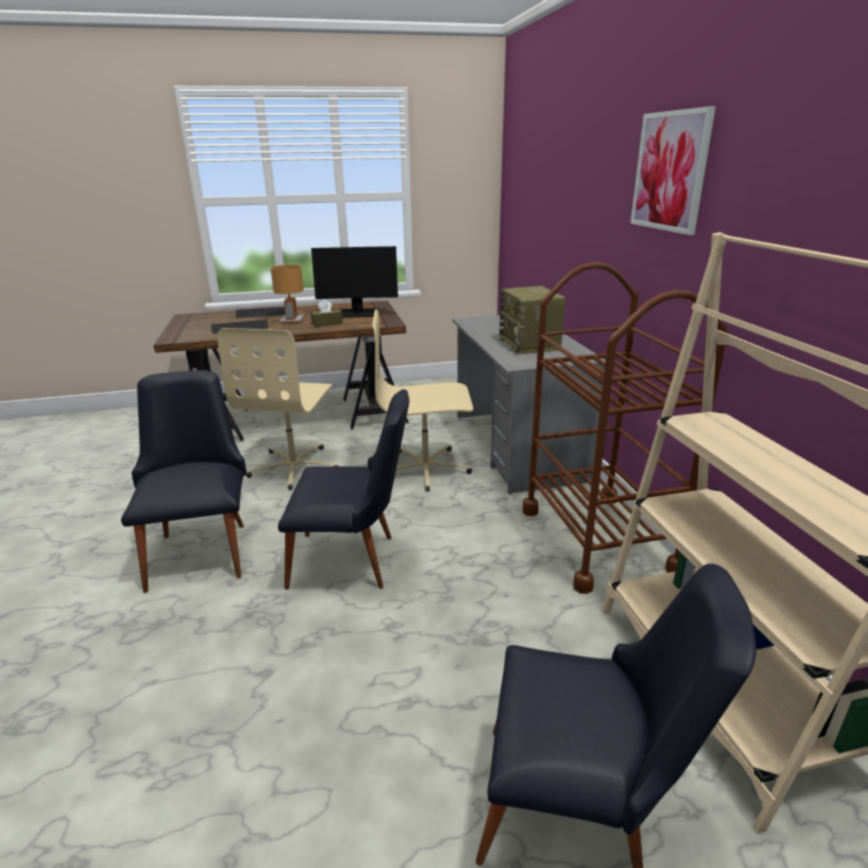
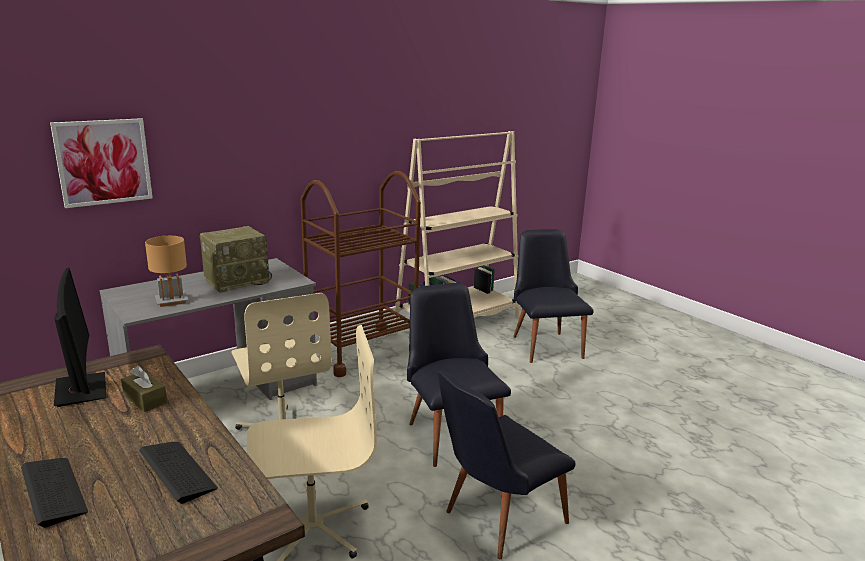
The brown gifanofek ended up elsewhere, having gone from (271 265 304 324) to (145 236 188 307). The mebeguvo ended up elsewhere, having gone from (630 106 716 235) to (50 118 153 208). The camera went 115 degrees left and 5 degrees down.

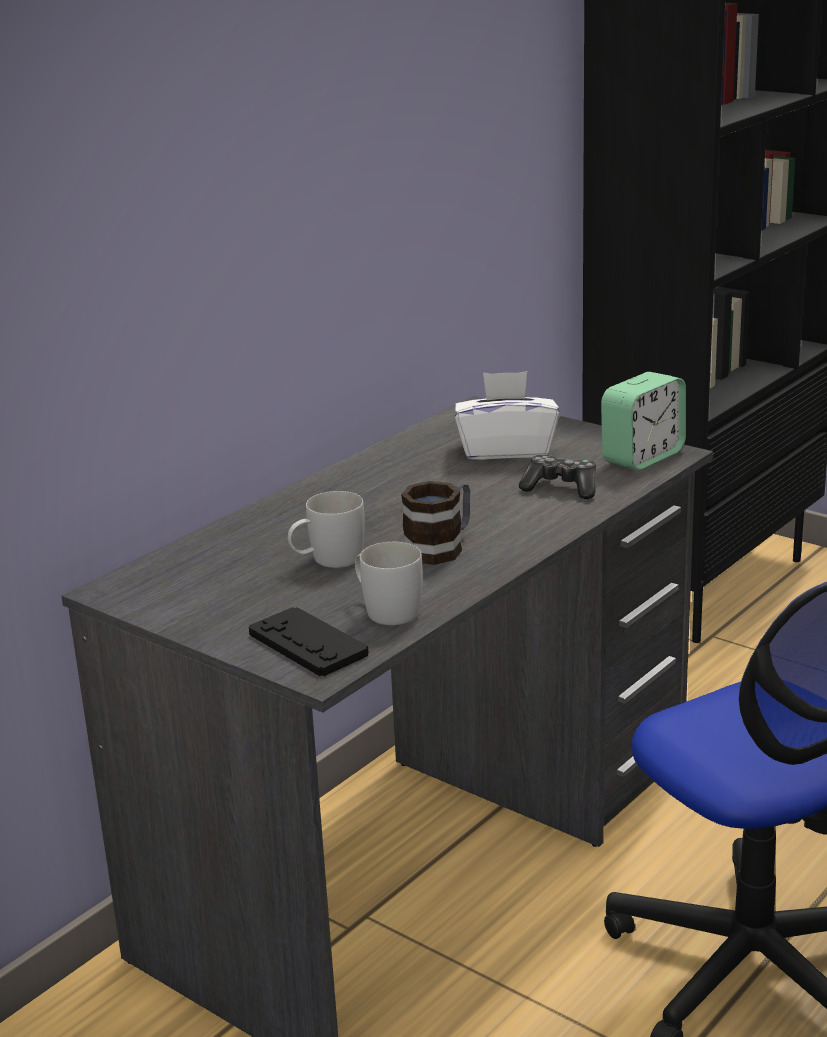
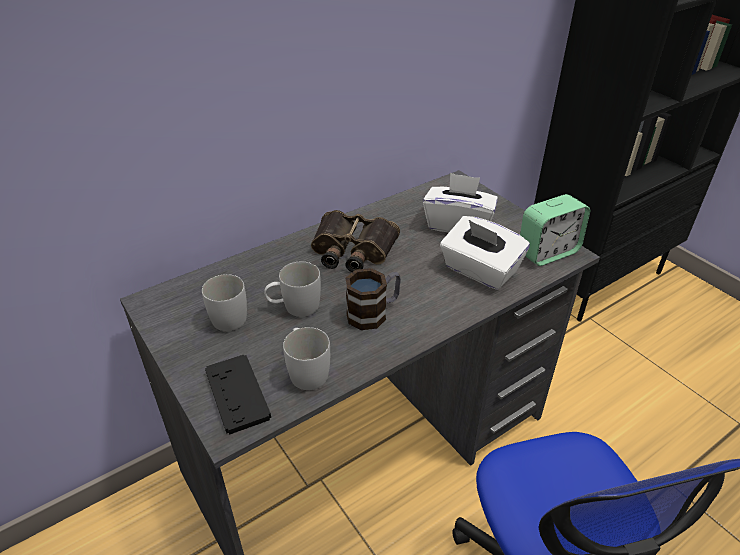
The second view gained the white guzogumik at (202 274 247 331). The second view gained the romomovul at (311 210 400 272). Where the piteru stood at (519 454 596 499), the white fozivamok came to stand at (440 216 530 290). The camera went 15 degrees right and 15 degrees up.

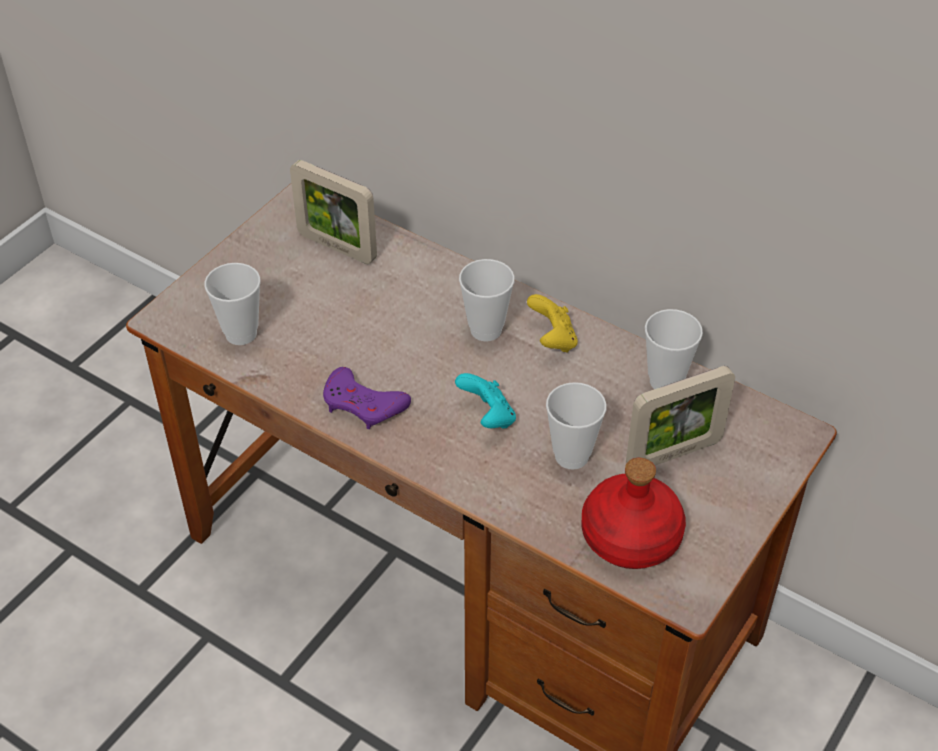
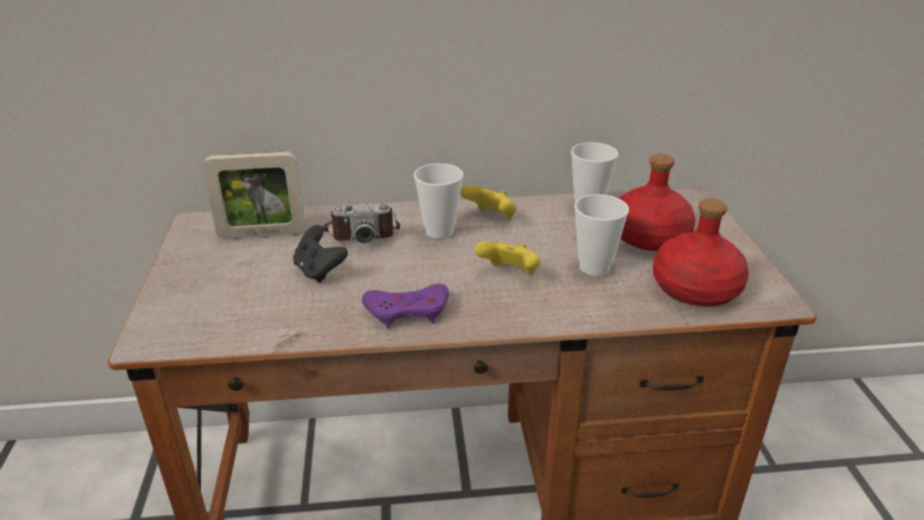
The second view lost the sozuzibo at (204 263 261 345). The second view gained the black piteru at (293 225 348 283). The second view gained the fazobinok at (323 202 400 244). Where the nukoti stood at (626 366 735 466), the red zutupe came to stand at (619 154 696 251). What was the turquoise piteru at (455 373 516 429) turned into the yellow piteru at (475 242 541 274). The camera went 40 degrees left and 15 degrees down.

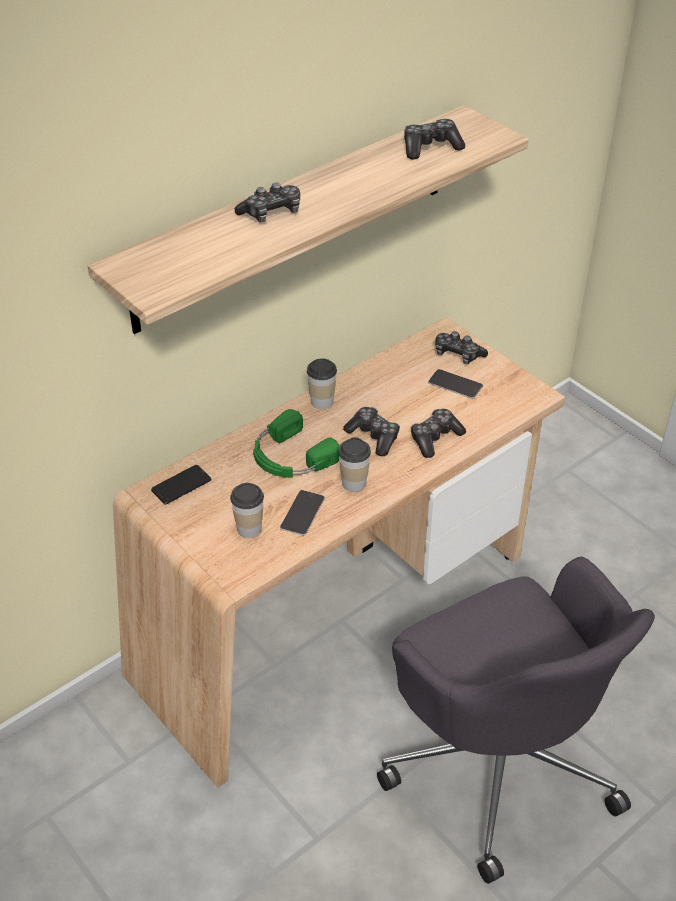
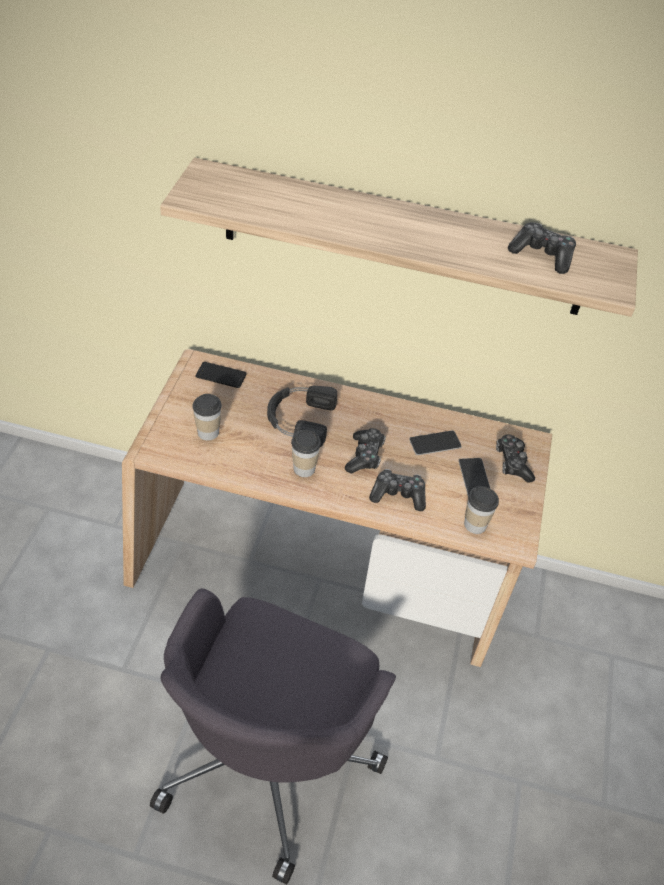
The second view lost the piteru at (235 182 300 222). The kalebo ended up elsewhere, having gone from (280 490 325 536) to (409 430 462 455). The sozuzibo ended up elsewhere, having gone from (307 358 337 409) to (464 486 499 534). What was the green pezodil at (253 409 340 478) turned into the black pezodil at (267 386 337 447). The camera went 50 degrees right and 5 degrees up.

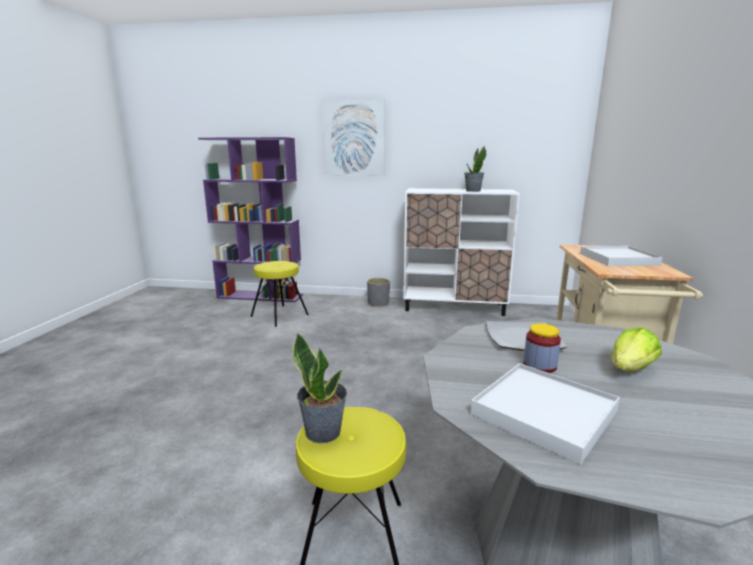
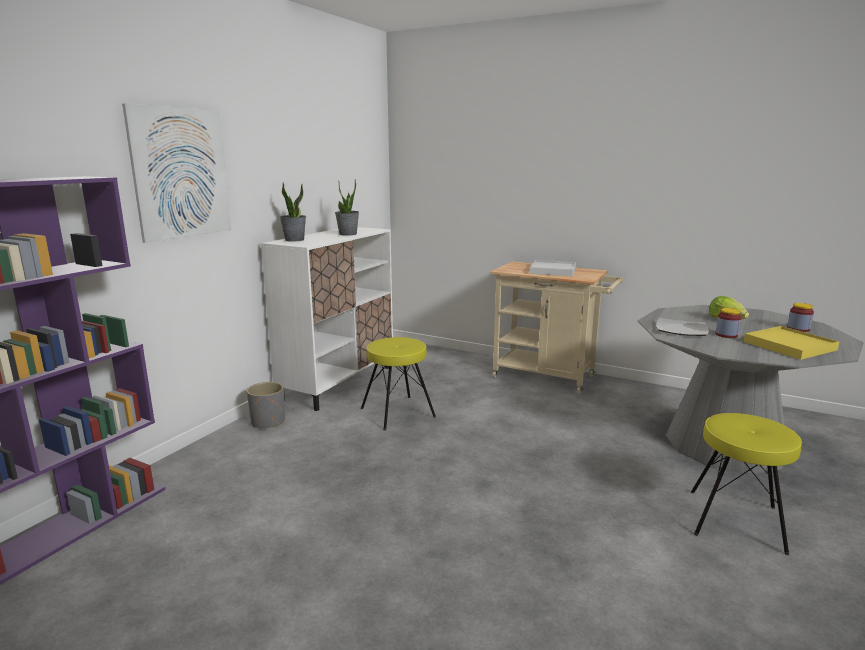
The second view gained the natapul at (787 303 814 332). The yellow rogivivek ended up elsewhere, having gone from (250 261 309 327) to (361 337 436 431). The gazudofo ended up elsewhere, having gone from (293 332 347 443) to (280 182 306 242). What was the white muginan at (470 363 620 465) turned into the yellow muginan at (744 326 839 360). The camera went 70 degrees left and 0 degrees up.

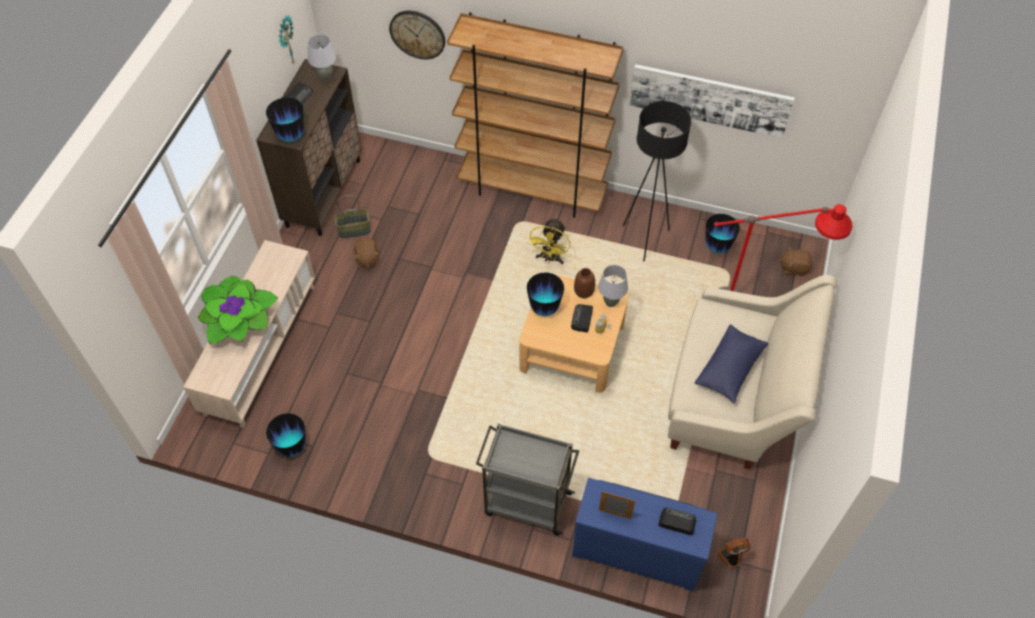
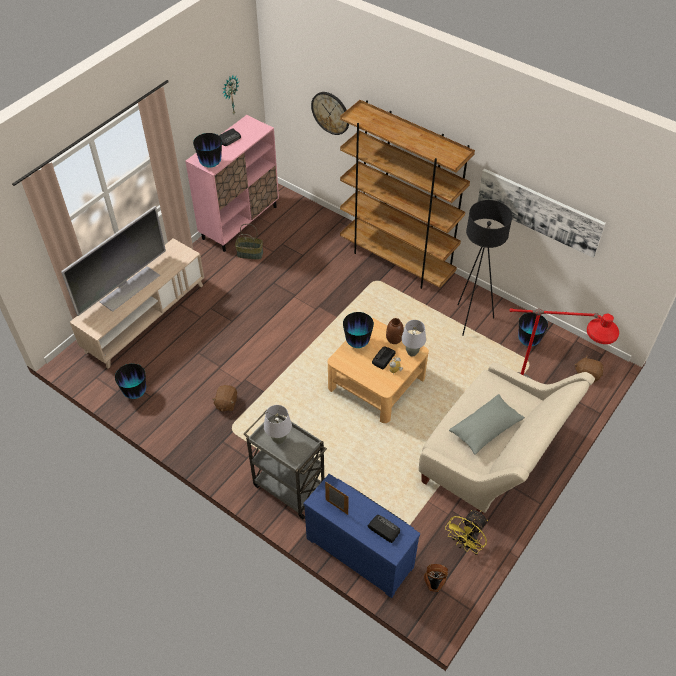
The grey gifanofek ended up elsewhere, having gone from (307 34 336 81) to (264 405 292 444). The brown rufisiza ended up elsewhere, having gone from (354 238 379 268) to (212 385 237 412). The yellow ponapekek ended up elsewhere, having gone from (527 218 570 264) to (445 510 488 555). Where the gazudofo stood at (198 276 278 344), the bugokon came to stand at (61 206 166 316). What was the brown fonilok at (256 59 362 236) turned into the pink fonilok at (185 115 279 252). What was the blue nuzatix at (695 324 769 403) turned into the grey nuzatix at (449 394 525 455). The camera went 20 degrees right and 5 degrees down.

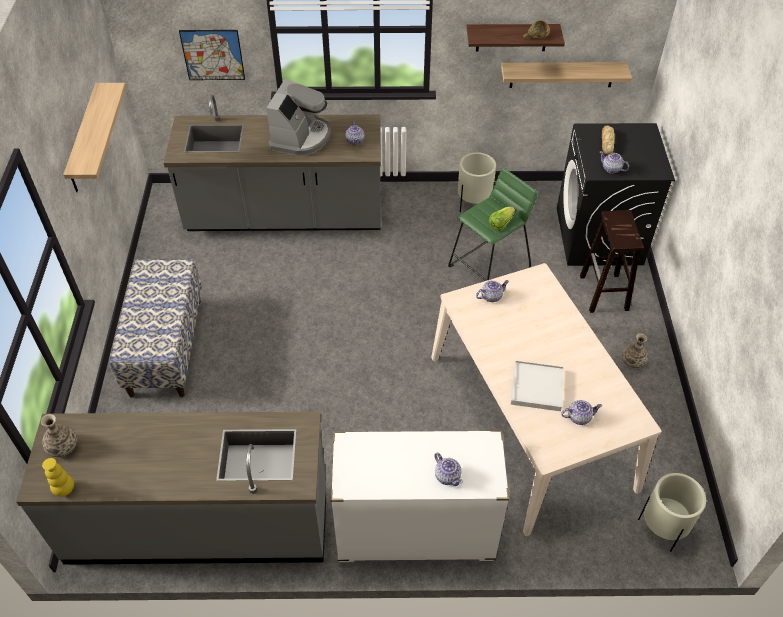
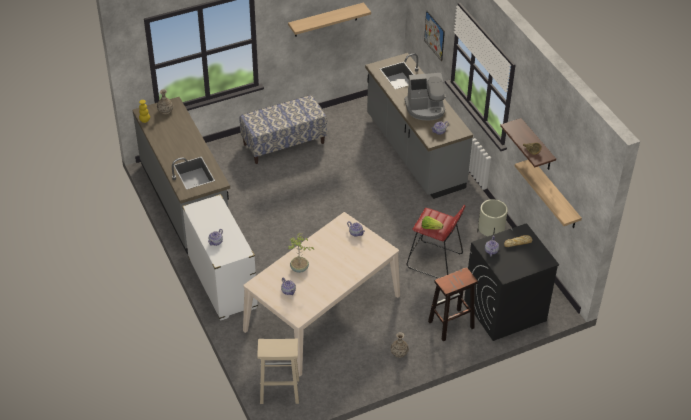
Where the white muginan stood at (511 360 564 411), the gazudofo came to stand at (288 233 314 273). Where the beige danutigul stood at (638 473 706 552), the beige rogivivek came to stand at (257 339 299 404). What was the green rogivivek at (448 168 538 281) turned into the red rogivivek at (407 205 465 278). The camera went 65 degrees right and 5 degrees down.

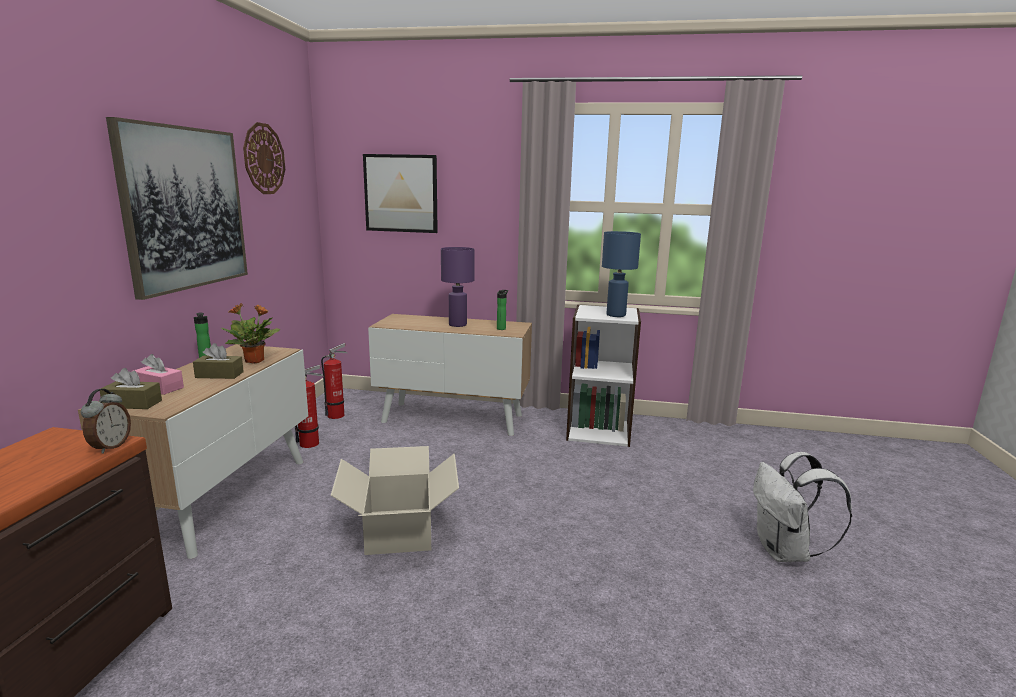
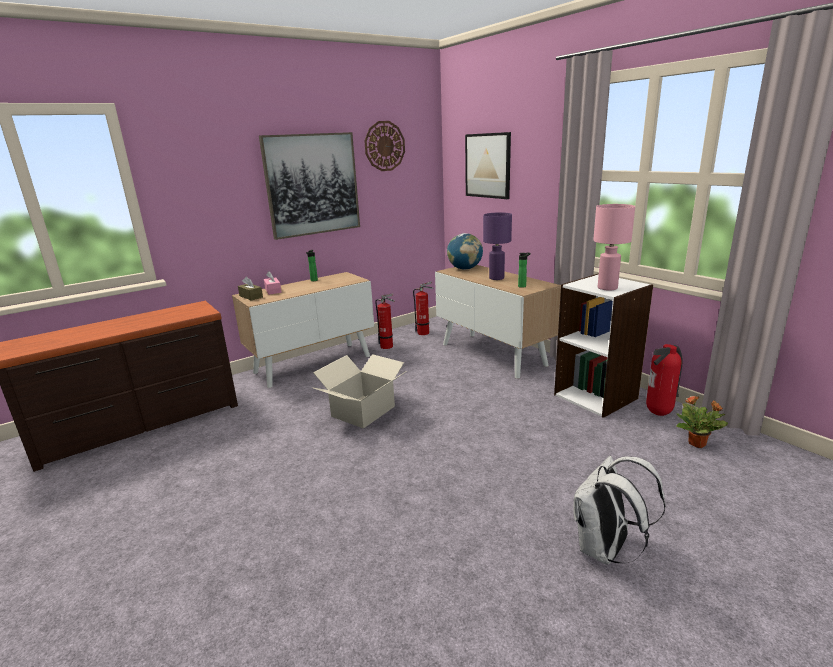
The second view lost the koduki at (81 389 131 454). The second view lost the brown fozivamok at (193 343 244 379). The second view gained the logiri at (447 233 483 270). The second view gained the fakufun at (646 344 683 416). The gazudofo ended up elsewhere, having gone from (221 303 281 364) to (676 396 728 448). What was the blue gifanofek at (602 231 641 317) turned into the pink gifanofek at (593 204 635 291). The camera went 45 degrees right and 5 degrees up.

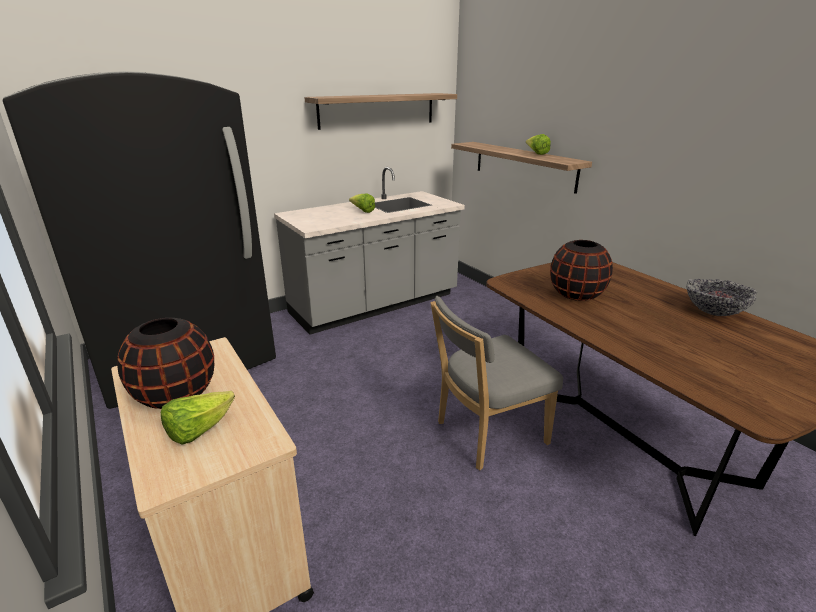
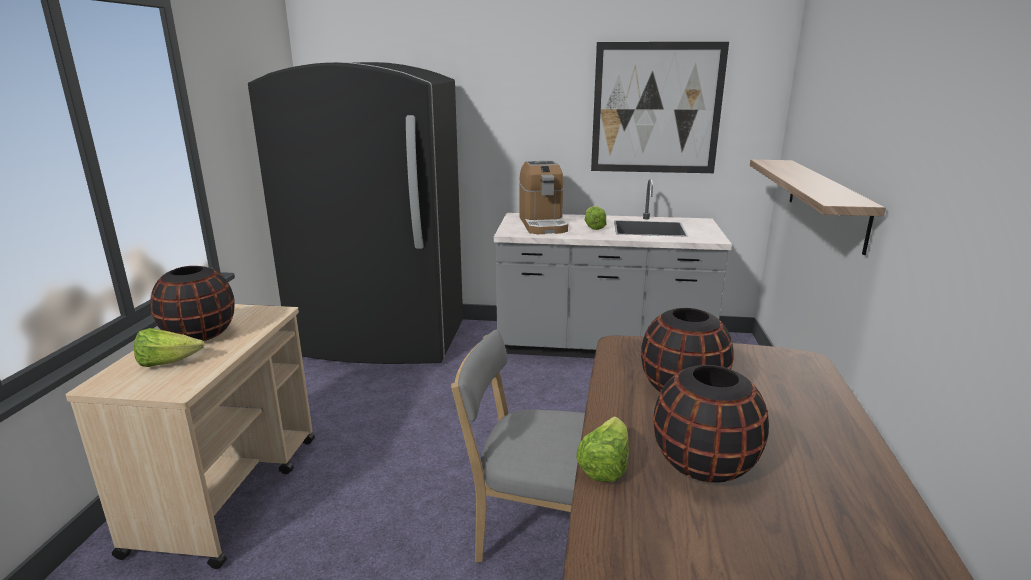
The second view lost the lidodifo at (687 279 757 316). The second view gained the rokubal at (519 161 568 234). The second view gained the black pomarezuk at (653 365 769 483). The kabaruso ended up elsewhere, having gone from (526 134 551 155) to (576 417 629 482). Where the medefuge hung at (304 93 457 130), the mebeguvo came to hang at (591 42 729 173). The camera went 40 degrees right and 5 degrees down.

